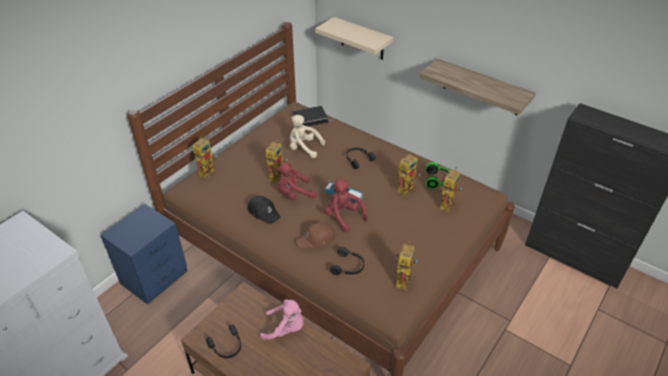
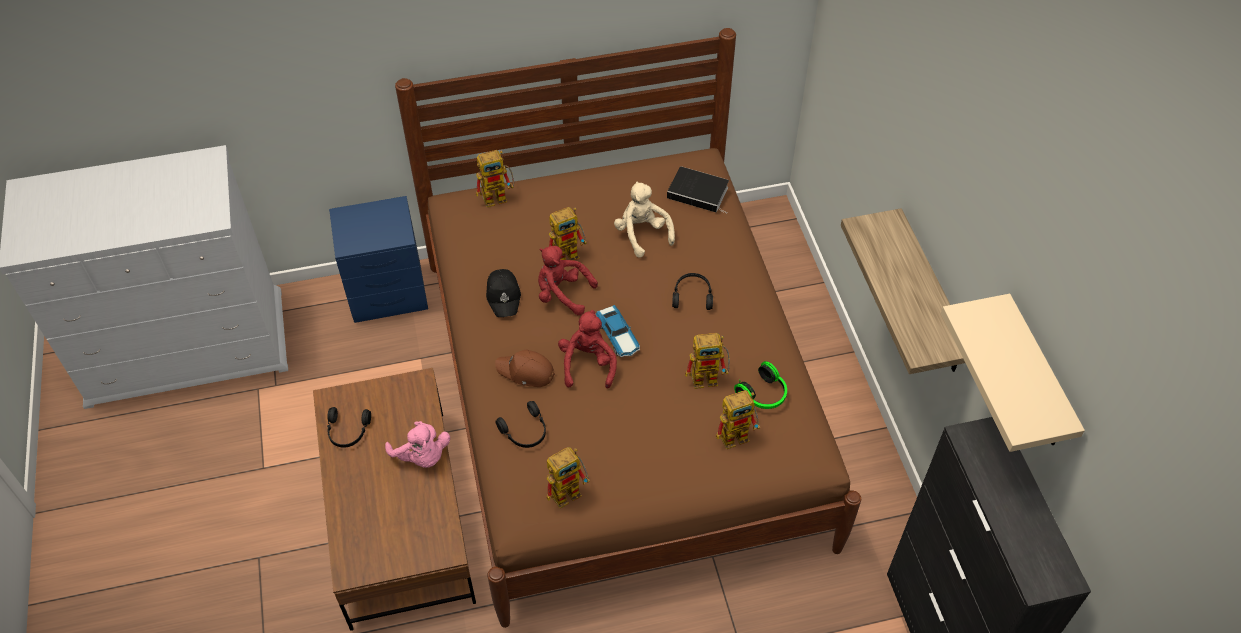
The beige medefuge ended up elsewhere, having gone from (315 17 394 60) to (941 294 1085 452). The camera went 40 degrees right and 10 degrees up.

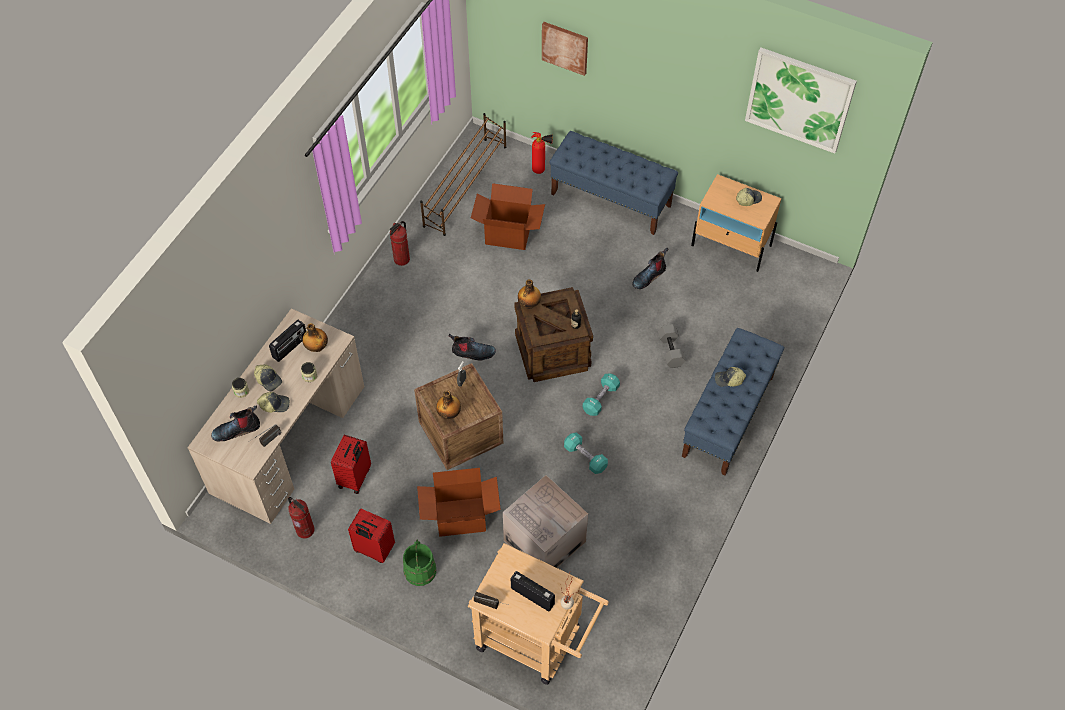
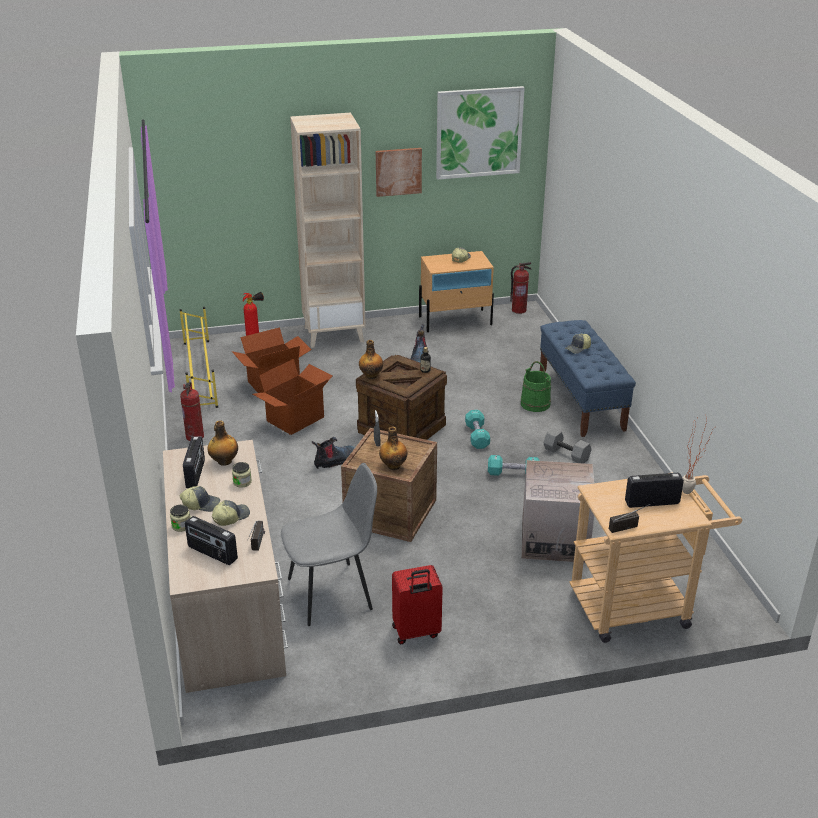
The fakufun ended up elsewhere, having gone from (288 497 315 538) to (510 262 532 314). The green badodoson ended up elsewhere, having gone from (403 540 436 586) to (521 361 551 412). The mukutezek ended up elsewhere, having gone from (417 468 501 537) to (253 359 332 435). The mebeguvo ended up elsewhere, having gone from (542 22 588 76) to (376 148 422 197). The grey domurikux ended up elsewhere, having gone from (658 324 686 368) to (543 428 592 463). Where the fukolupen stood at (211 405 260 441), the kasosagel came to stand at (185 516 238 565). Where the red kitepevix stood at (331 435 371 494), the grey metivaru came to stand at (281 463 377 626). Where the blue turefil stood at (549 131 678 235), the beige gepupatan came to stand at (290 113 366 348). What was the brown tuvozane at (420 113 506 236) turned into the yellow tuvozane at (180 307 218 408). The camera went 40 degrees left and 25 degrees down.

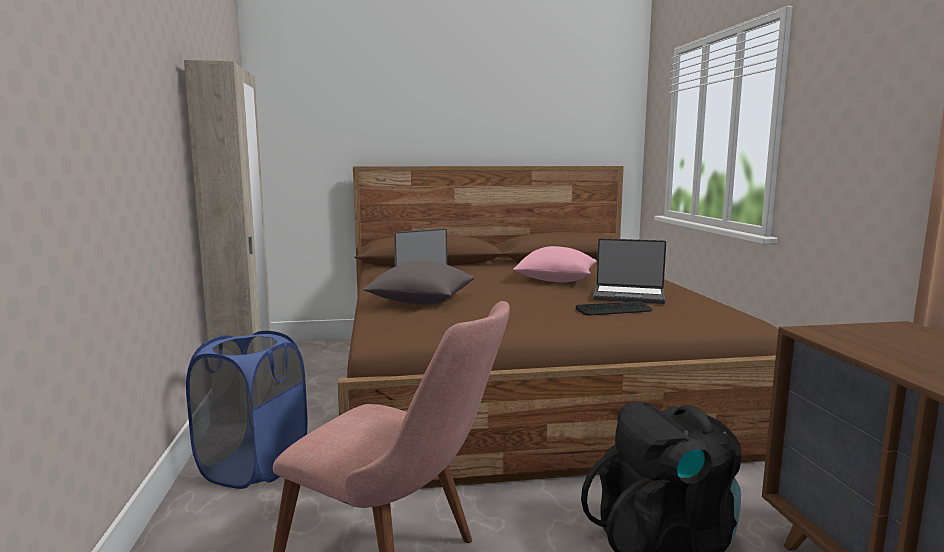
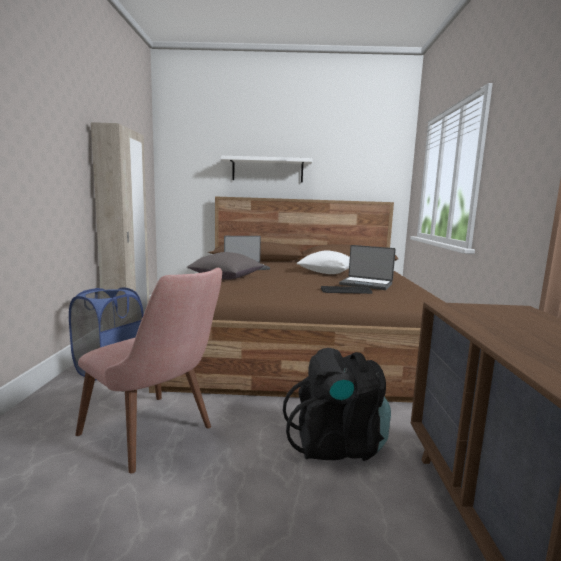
The second view gained the white medefuge at (221 156 313 183). What was the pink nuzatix at (513 246 597 282) turned into the white nuzatix at (296 250 350 274). The camera went 10 degrees right and 0 degrees up.

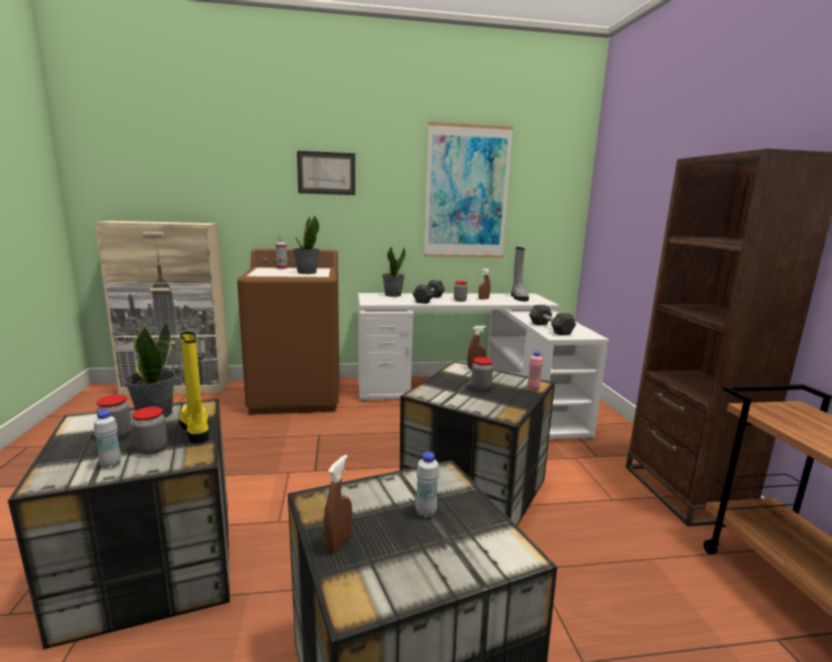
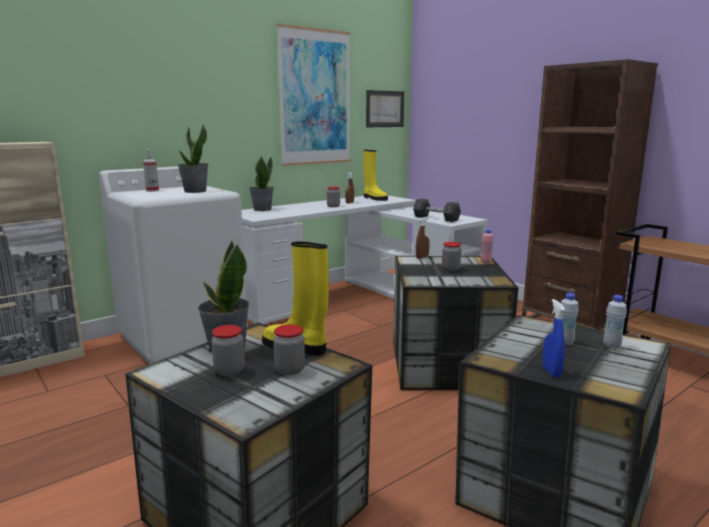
The second view lost the grey domurikux at (413 280 445 304). The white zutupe ended up elsewhere, having gone from (94 410 121 468) to (603 295 627 349). The mebeguvo ended up elsewhere, having gone from (297 151 355 195) to (366 90 404 127). What was the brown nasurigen at (237 249 339 415) turned into the white nasurigen at (99 166 248 364). What was the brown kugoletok at (324 455 352 553) turned into the blue kugoletok at (542 299 565 378). What was the grey fukolupen at (511 247 529 301) turned into the yellow fukolupen at (363 150 388 201). The camera went 30 degrees left and 0 degrees up.

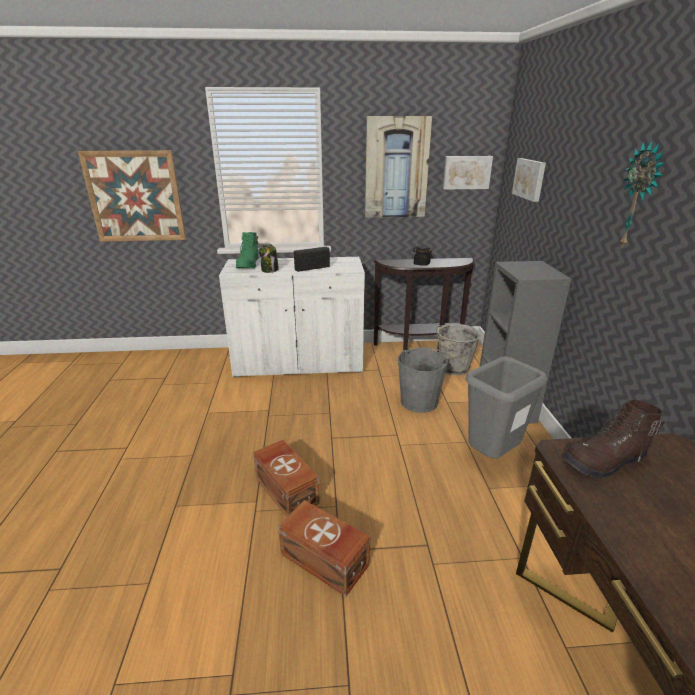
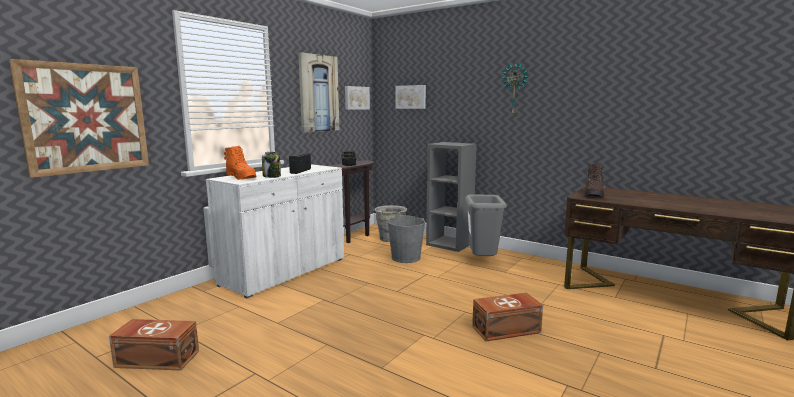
The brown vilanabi ended up elsewhere, having gone from (253 440 320 517) to (109 319 199 370). What was the green fukolupen at (236 232 260 268) turned into the orange fukolupen at (224 146 257 180). The camera went 50 degrees left and 15 degrees down.

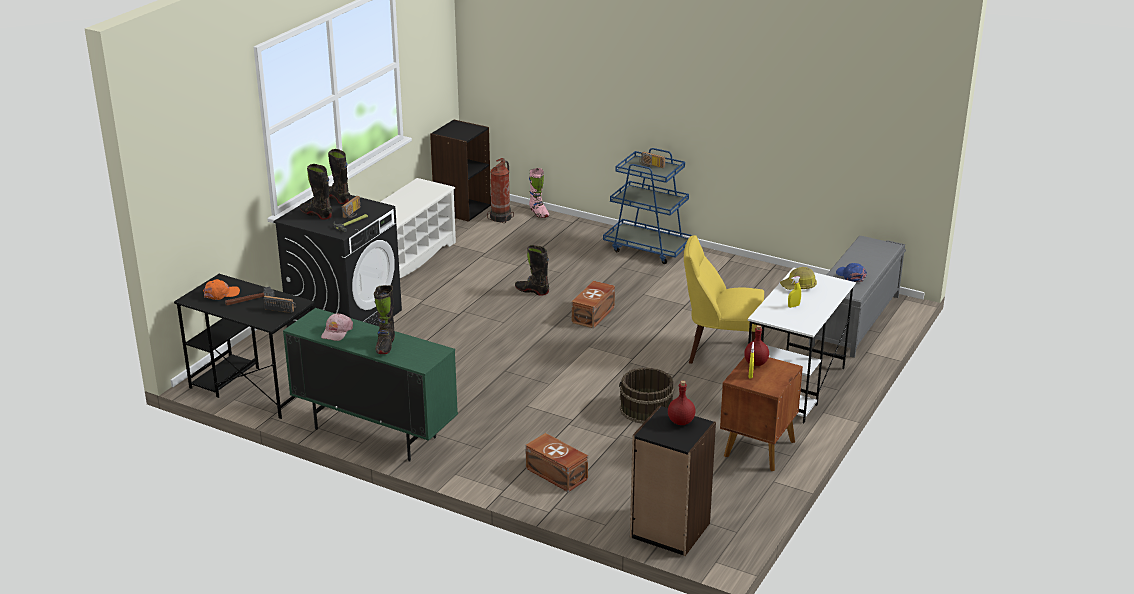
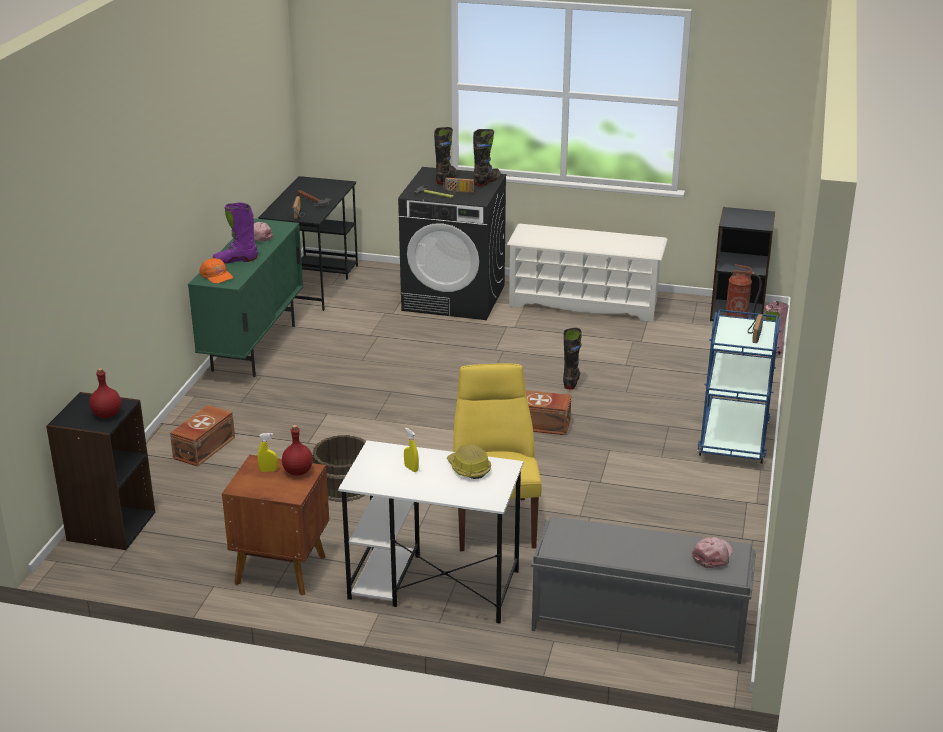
The second view lost the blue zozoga at (836 263 867 282). The second view gained the pink zozoga at (692 537 732 568). The orange zozoga ended up elsewhere, having gone from (203 279 240 300) to (199 258 233 284). What was the black fukolupen at (374 285 395 354) turned into the purple fukolupen at (213 202 258 263). The camera went 75 degrees right and 0 degrees up.

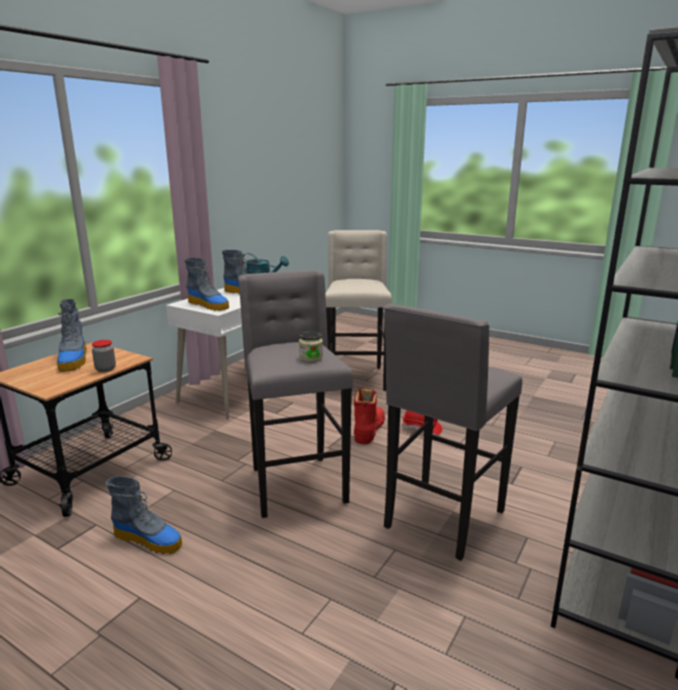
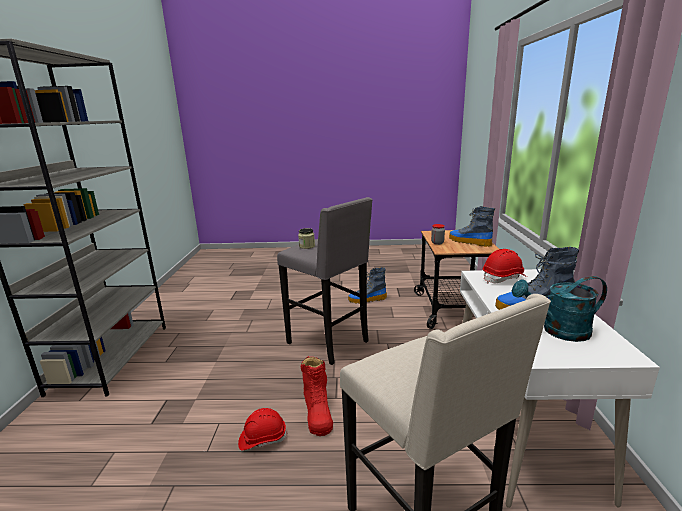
The second view lost the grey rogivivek at (384 304 522 560). Where the fukolupen stood at (184 258 229 311), the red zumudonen came to stand at (483 249 527 283). The camera went 150 degrees right and 0 degrees up.

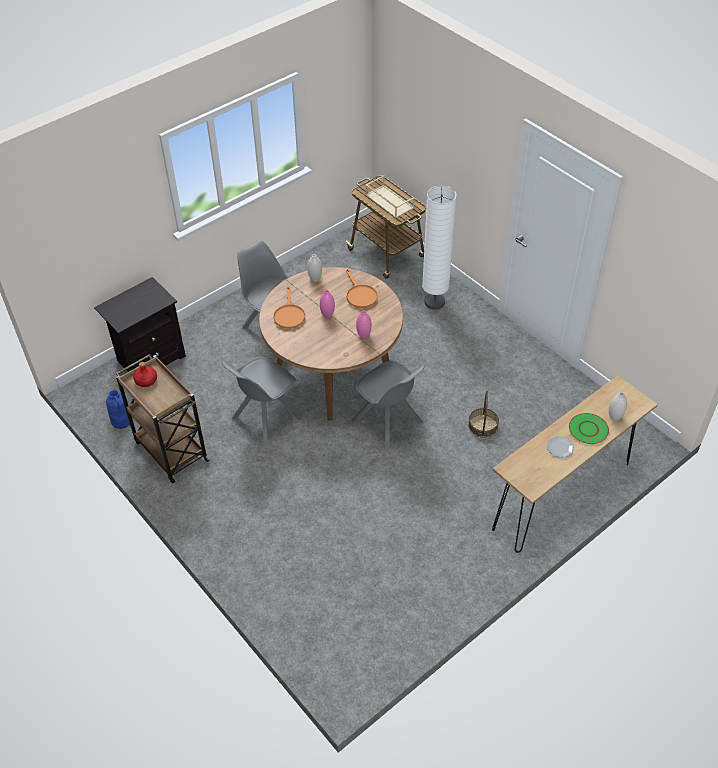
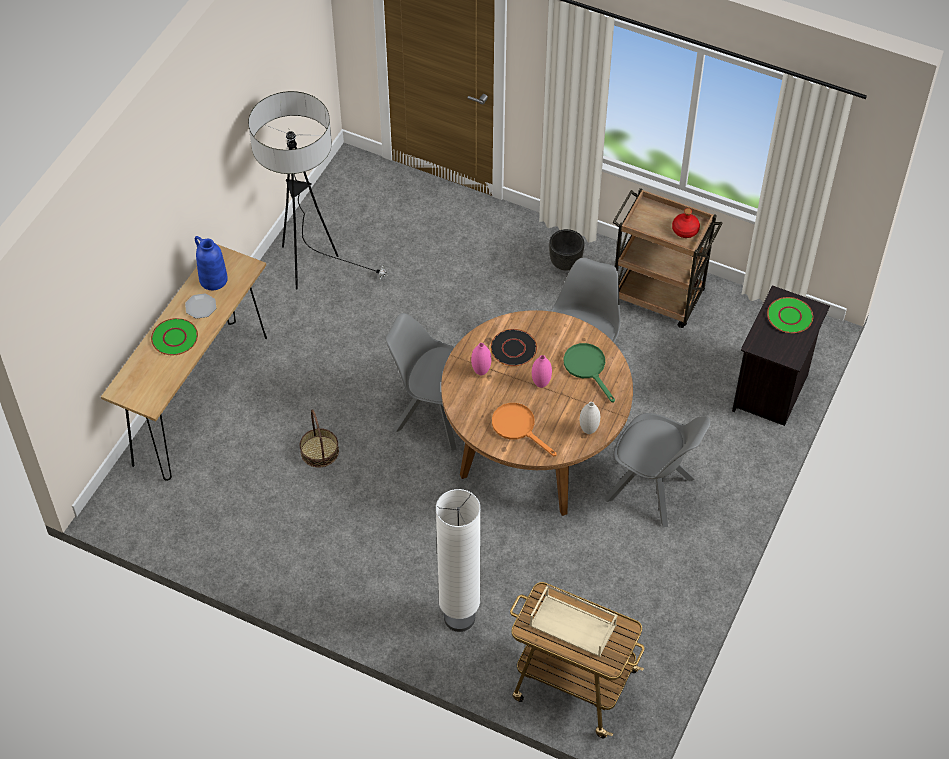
The second view lost the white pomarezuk at (609 392 627 421). The second view gained the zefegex at (248 91 389 289). The second view gained the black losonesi at (490 329 537 366). The second view gained the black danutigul at (549 229 584 271). The second view gained the green losonesi at (767 297 813 333). The blue pomarezuk ended up elsewhere, having gone from (106 389 130 429) to (195 236 228 290). What was the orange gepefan at (273 286 305 329) turned into the green gepefan at (563 343 615 403). The camera went 155 degrees right and 5 degrees up.

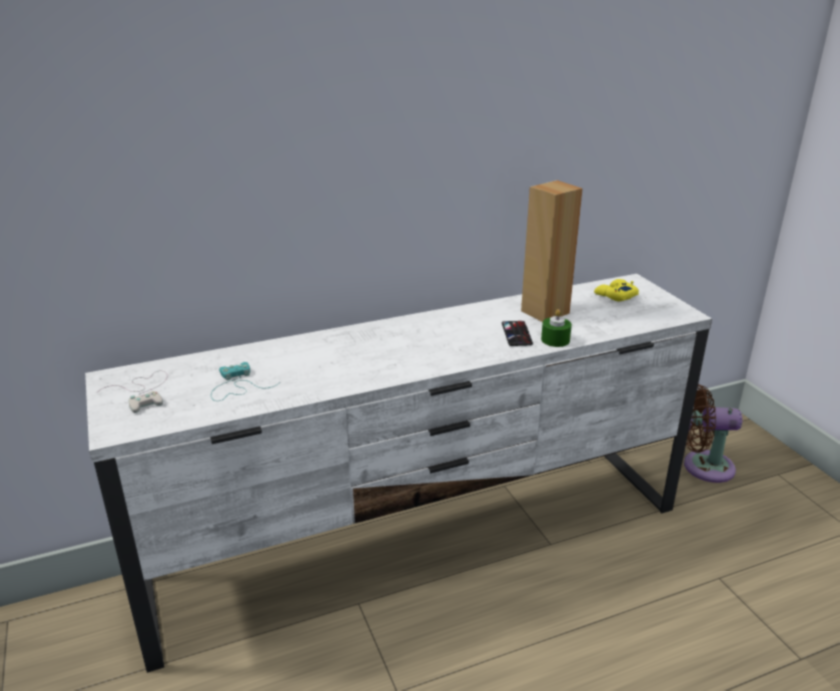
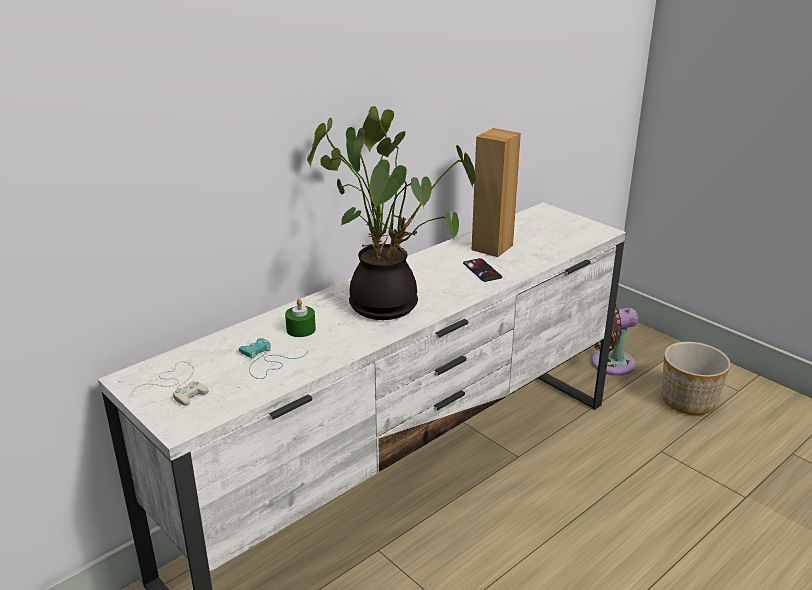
The second view lost the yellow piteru at (594 279 639 302). The second view gained the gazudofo at (307 106 476 320). The second view gained the danutigul at (662 342 731 415). The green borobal ended up elsewhere, having gone from (541 309 572 347) to (285 299 316 337). The camera went 20 degrees left and 0 degrees up.

